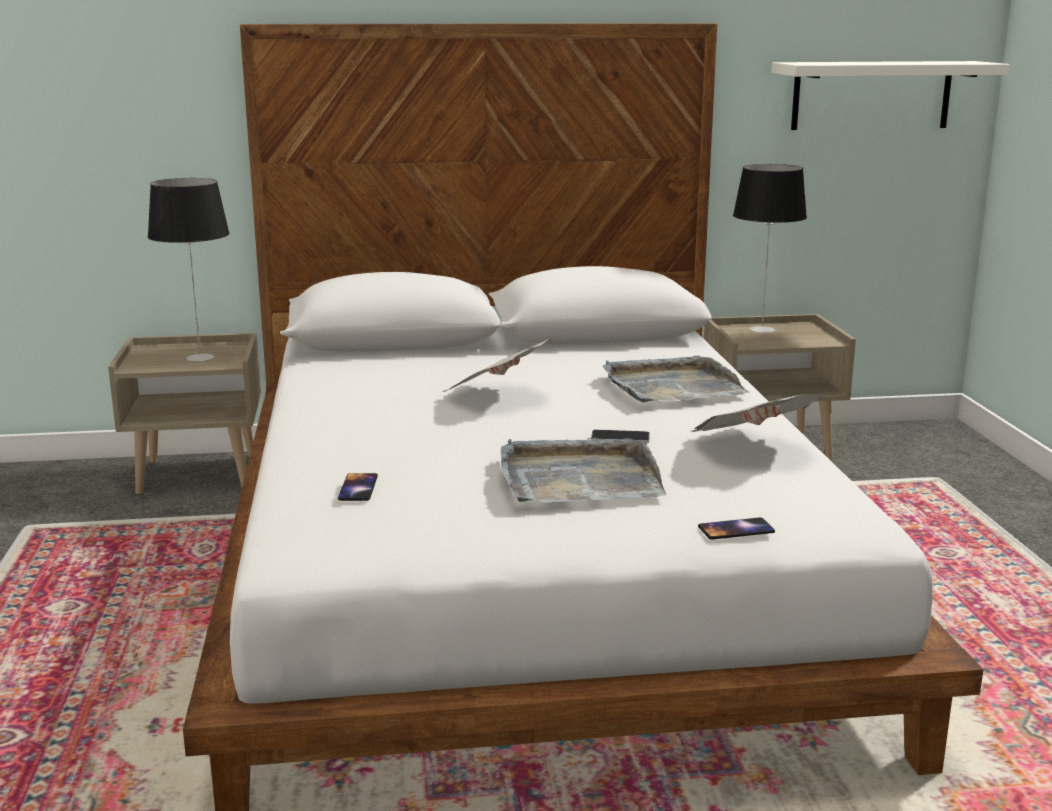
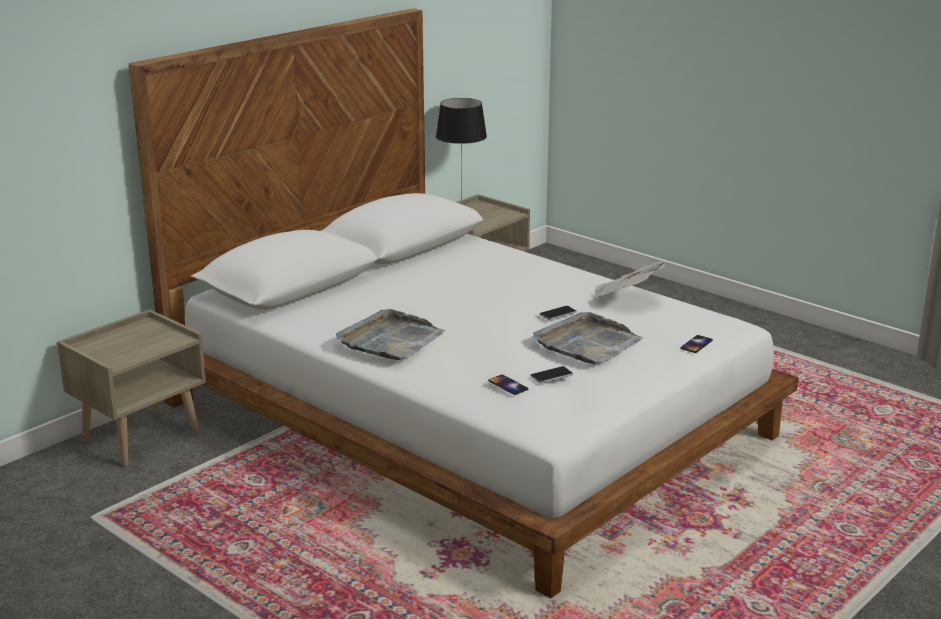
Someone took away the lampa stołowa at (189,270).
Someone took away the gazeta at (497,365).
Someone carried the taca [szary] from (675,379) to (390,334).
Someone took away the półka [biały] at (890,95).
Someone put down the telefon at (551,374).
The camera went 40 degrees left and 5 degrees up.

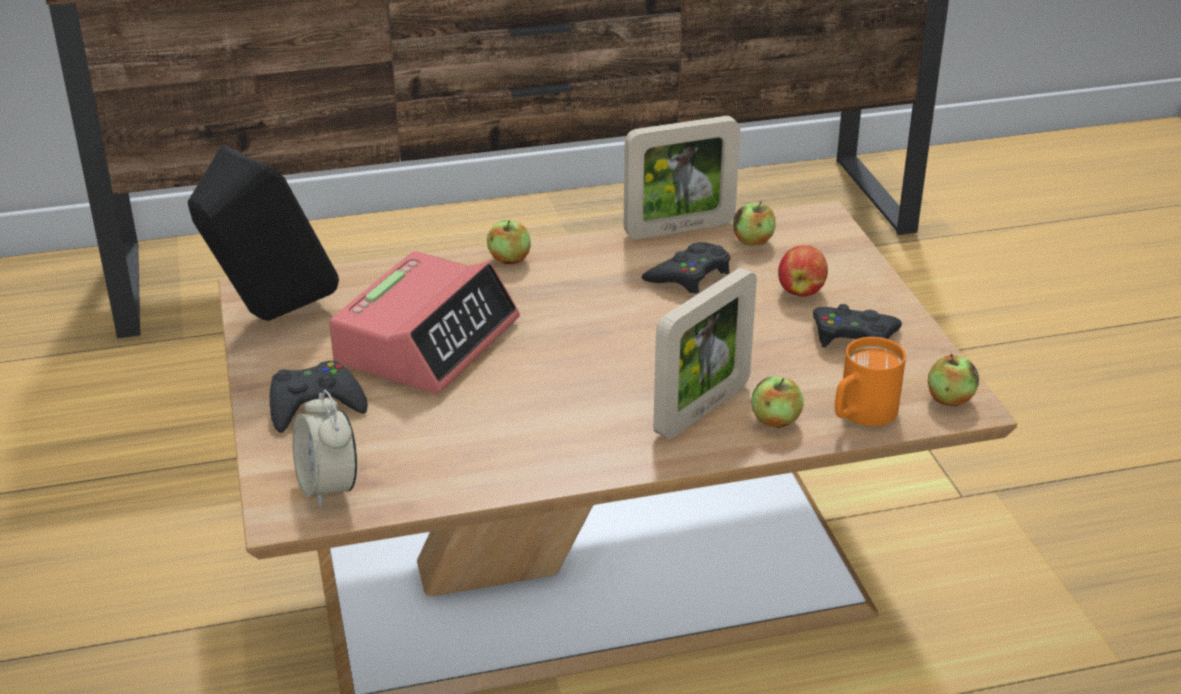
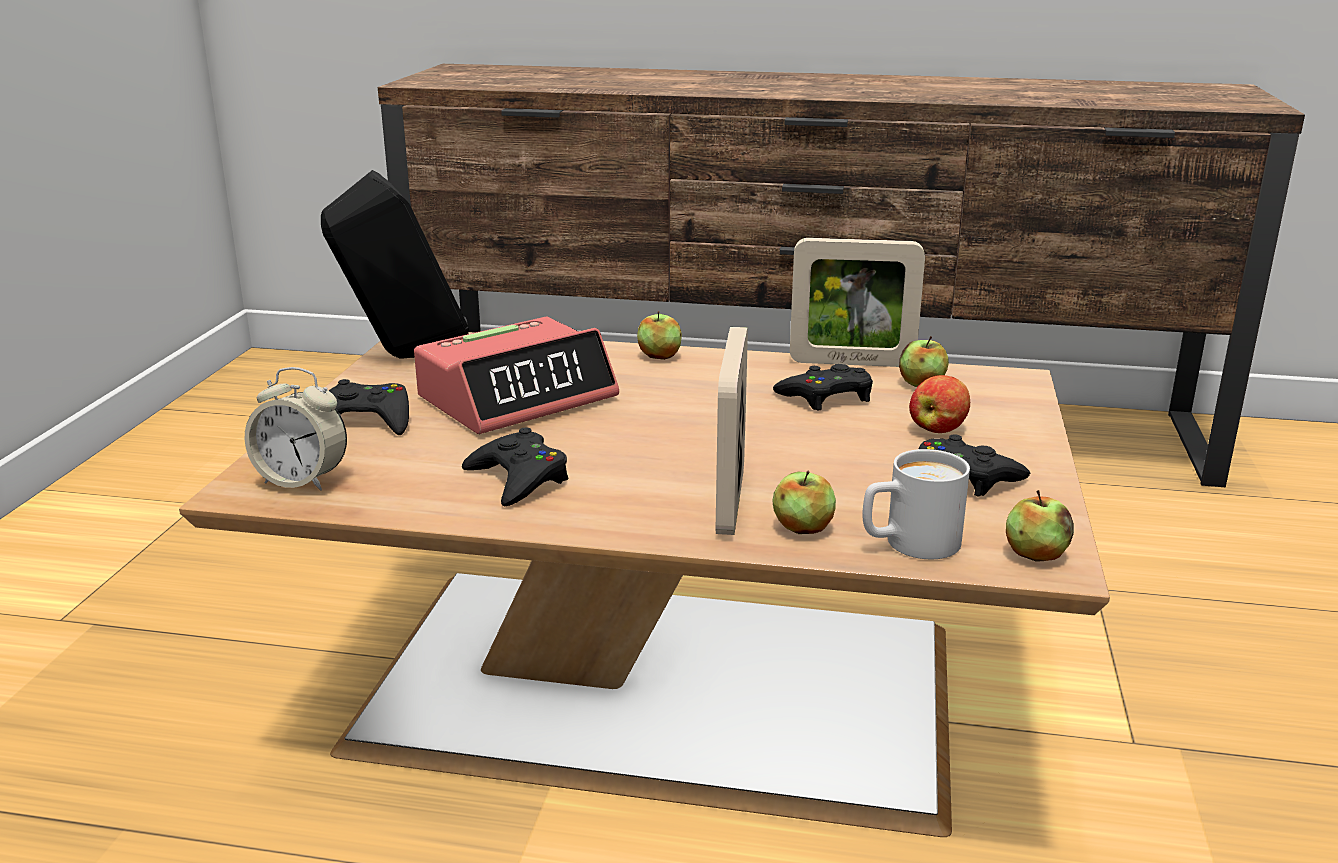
Someone rotated the budzik at (324,449) by 75 degrees counterclockwise.
Someone rotated the ramka na zdjęcie at (705,353) by 120 degrees clockwise.
Someone repainted the kubek [pomarańczowy] at (870,381), which became the kubek [biały] at (916,504).
Someone put down the pad do gier [czarny] at (515,467).
The camera went 25 degrees right and 10 degrees down.

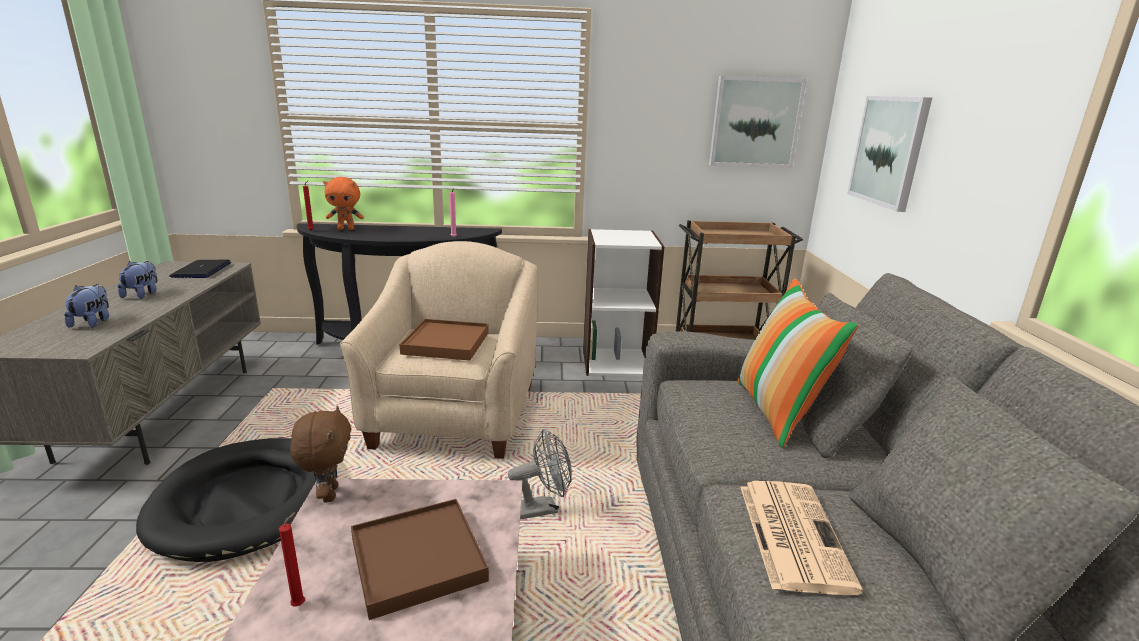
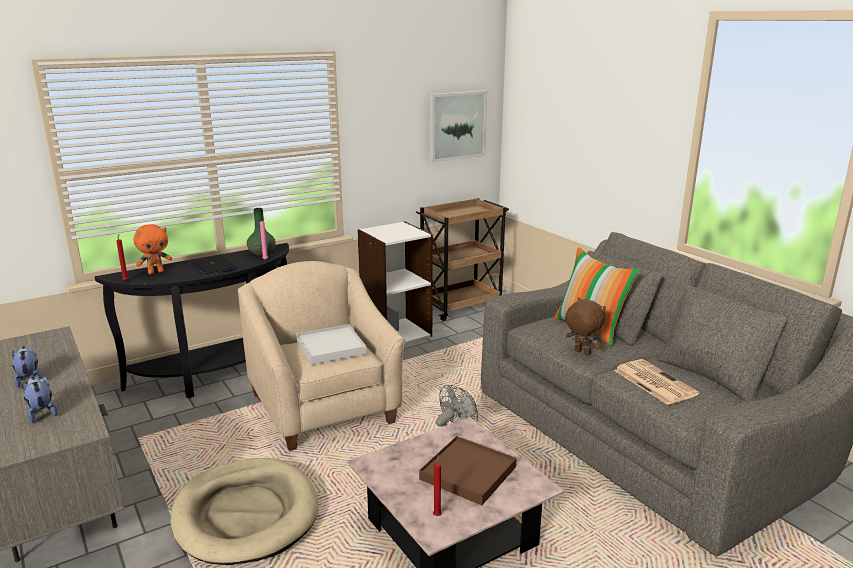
Someone repainted the legowisko [czarny] at (236,500), which became the legowisko [beżowy] at (244,511).
Someone carried the laptop from (200,269) to (212,265).
Someone carried the pluszak [brązowy] from (320,454) to (585,326).
Someone repainted the taca [brązowy] at (444,339), which became the taca [biały] at (331,344).
Someone took away the obraz at (889,154).
Someone put down the wazon [zielony] at (261,231).
The camera went 30 degrees left and 0 degrees up.

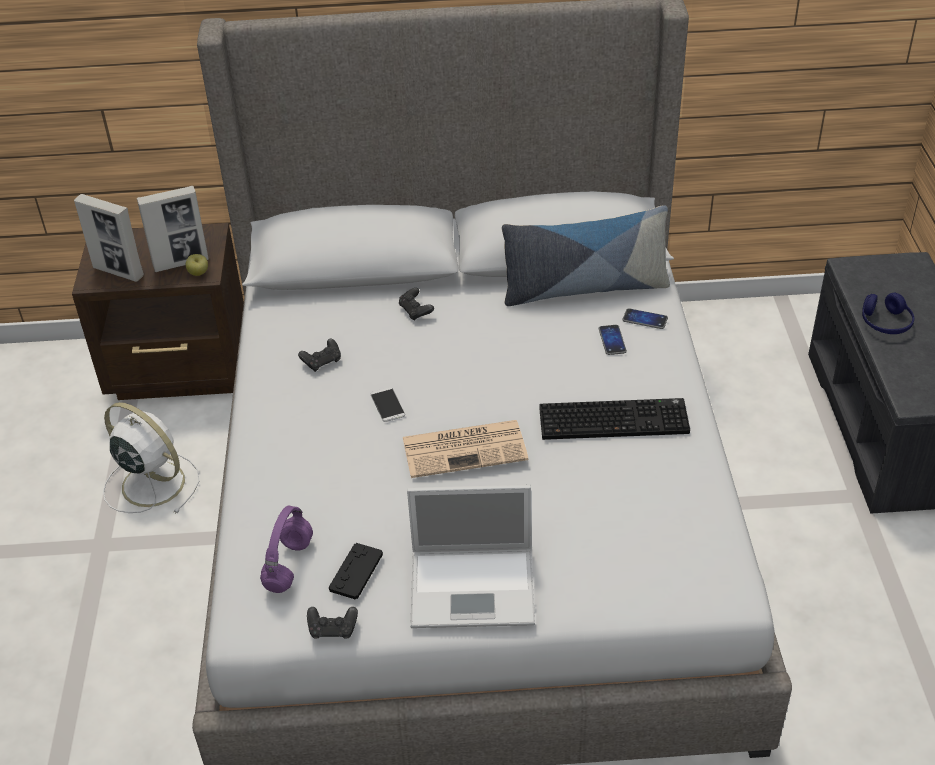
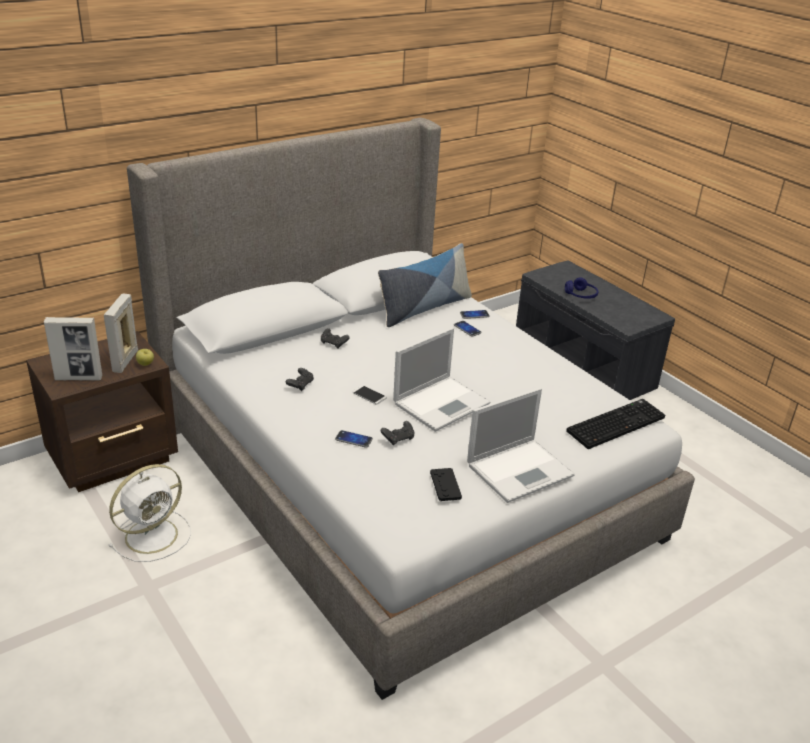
Someone rotated the wentylator [biały] at (151,458) by 135 degrees clockwise.
Someone rotated the ramka na zdjęcie at (173,229) by 150 degrees clockwise.
Someone took away the słuchawki [fioletowy] at (286,549).
Someone carried the pad do gier [czarny] from (332,623) to (397,433).
Someone swapped the gazeta at (465,449) for the laptop at (441,380).
Someone carried the klawiatura from (614,419) to (615,424).
Someone put down the telefon at (354,439).
The camera went 35 degrees left and 10 degrees down.

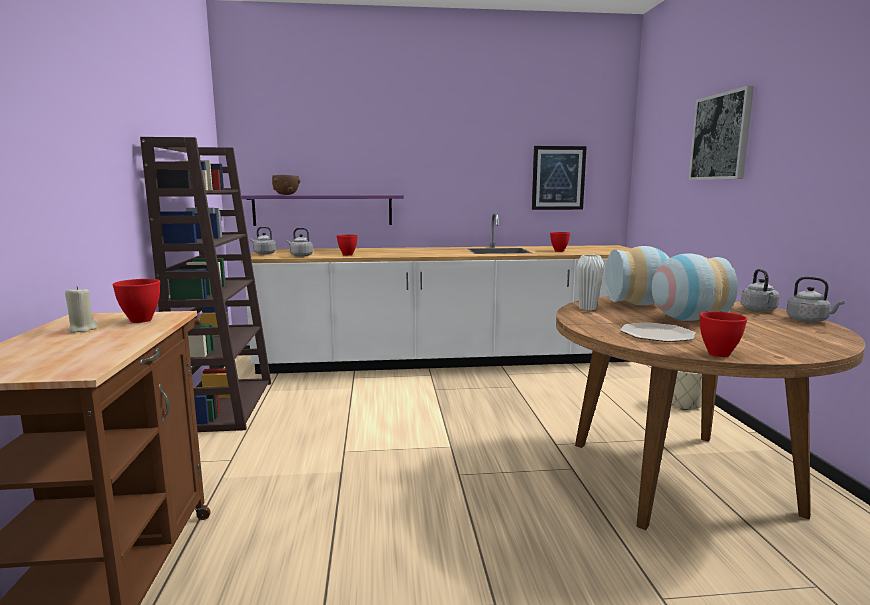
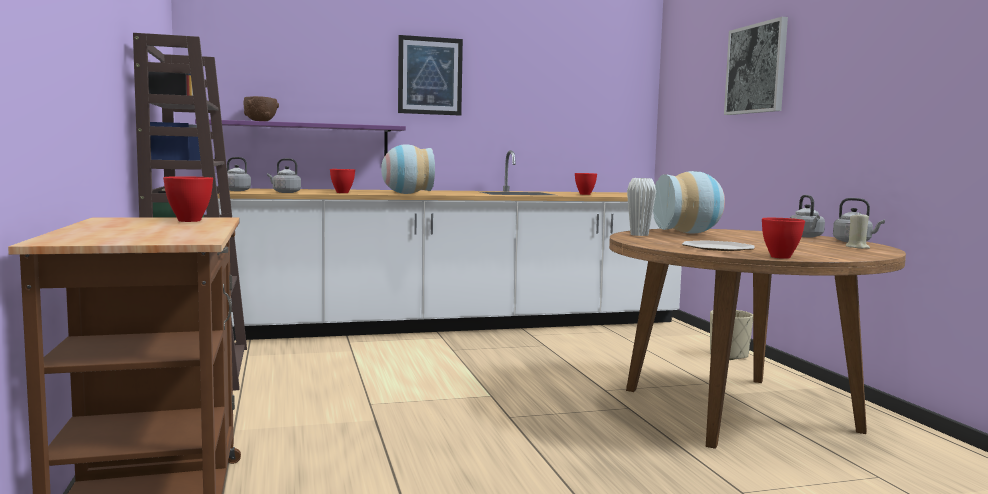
Someone carried the świeca [beżowy] from (81,309) to (858,231).
Someone carried the obraz from (559,178) to (430,75).
Someone carried the wazon from (694,287) to (408,169).
The camera went 10 degrees left and 5 degrees down.

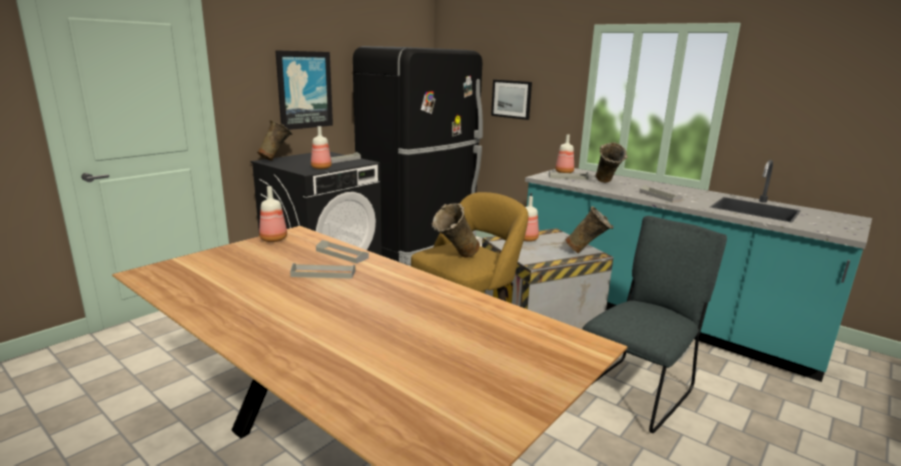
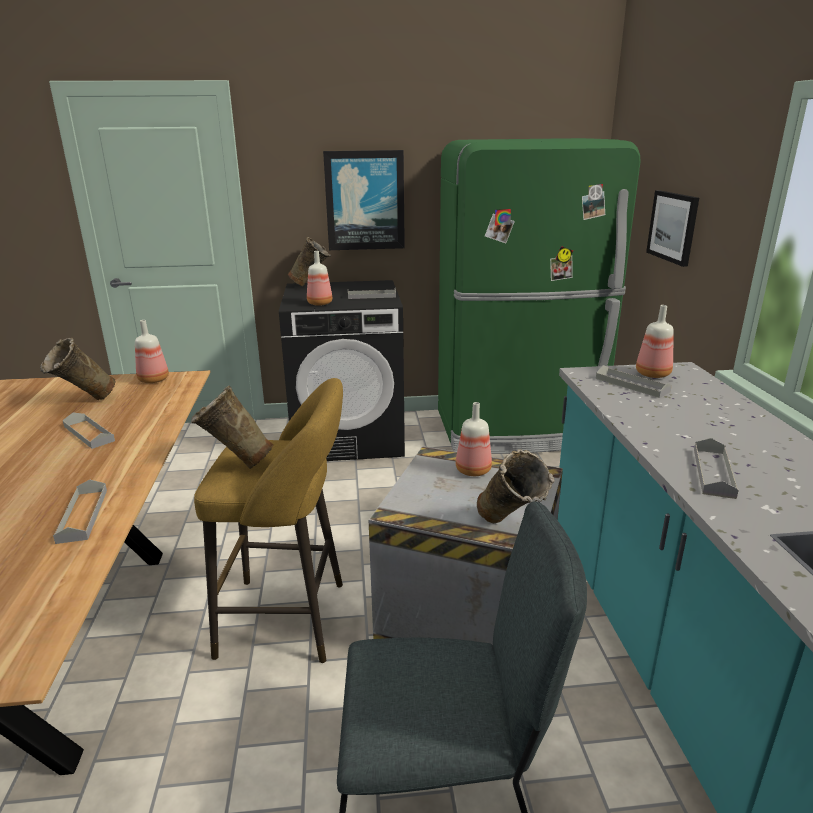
Someone carried the taca [szary] from (342,251) to (80,511).
Someone repainted the lodówka [czarny] at (418,155), which became the lodówka [zielony] at (539,296).
Someone carried the wazon [beżowy] from (612,163) to (78,369).
The camera went 45 degrees right and 5 degrees up.

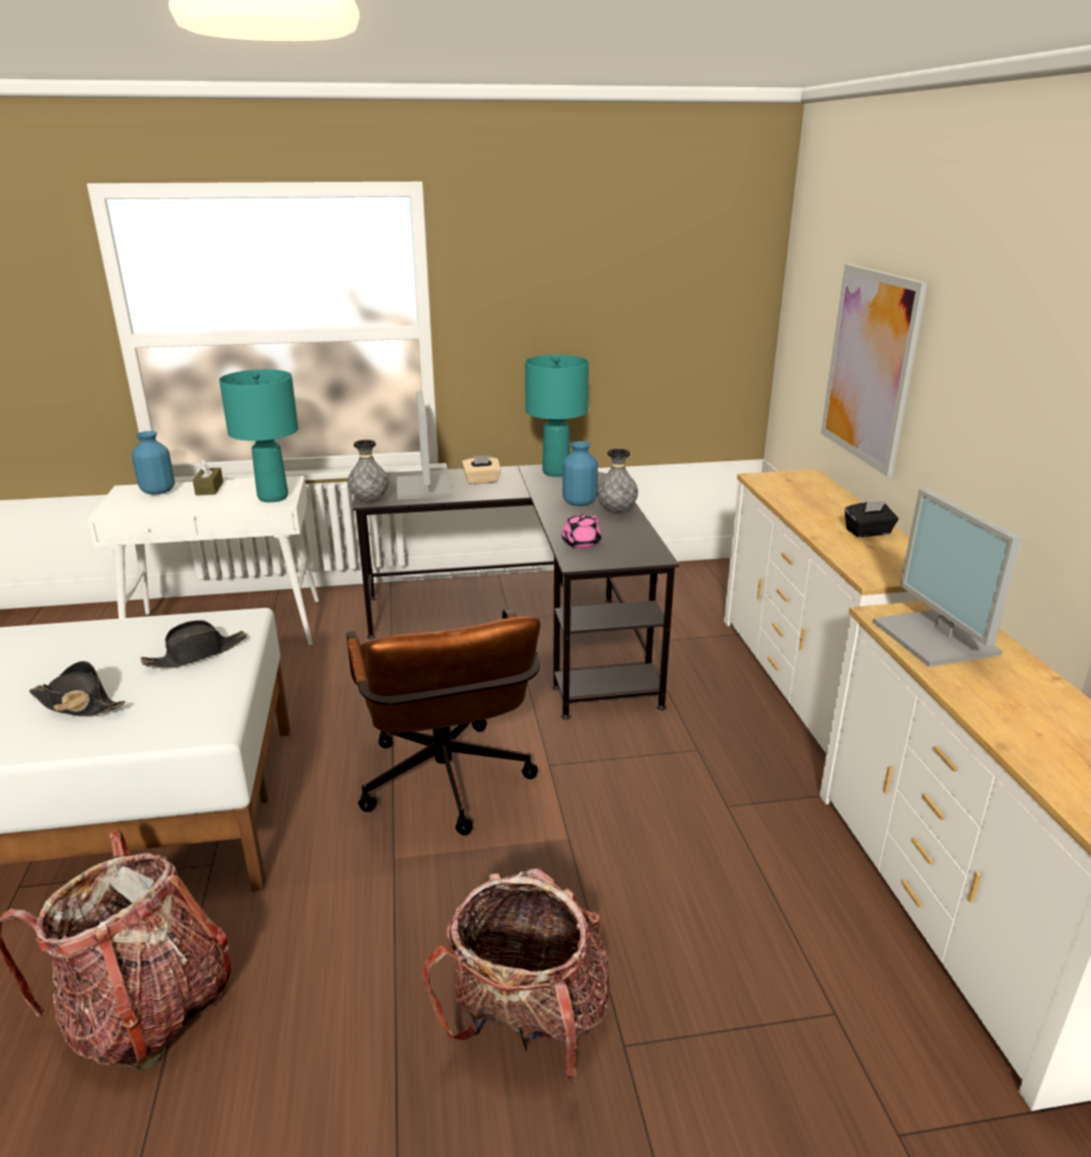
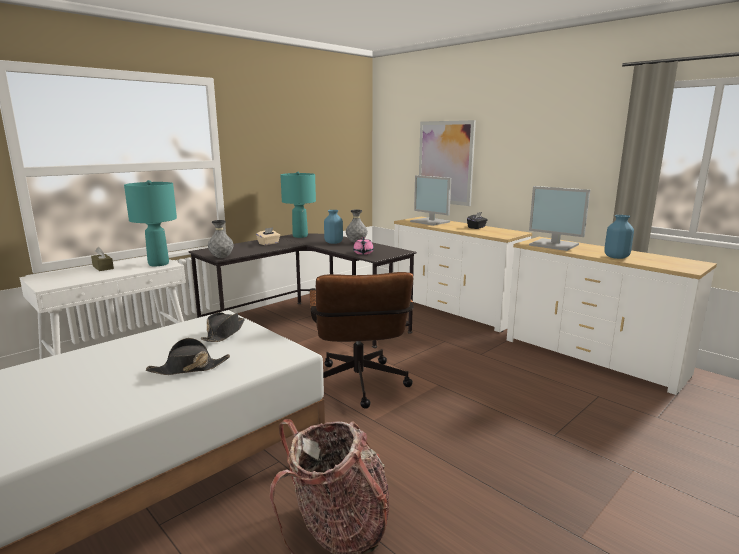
Someone carried the wazon [niebieski] from (153,463) to (619,237).
Someone rotated the krzesło biurowe [brązowy] at (443,722) by 45 degrees clockwise.
Someone carried the monitor from (424,445) to (430,200).
Someone took away the plecak at (516,975).
The camera went 35 degrees left and 10 degrees down.

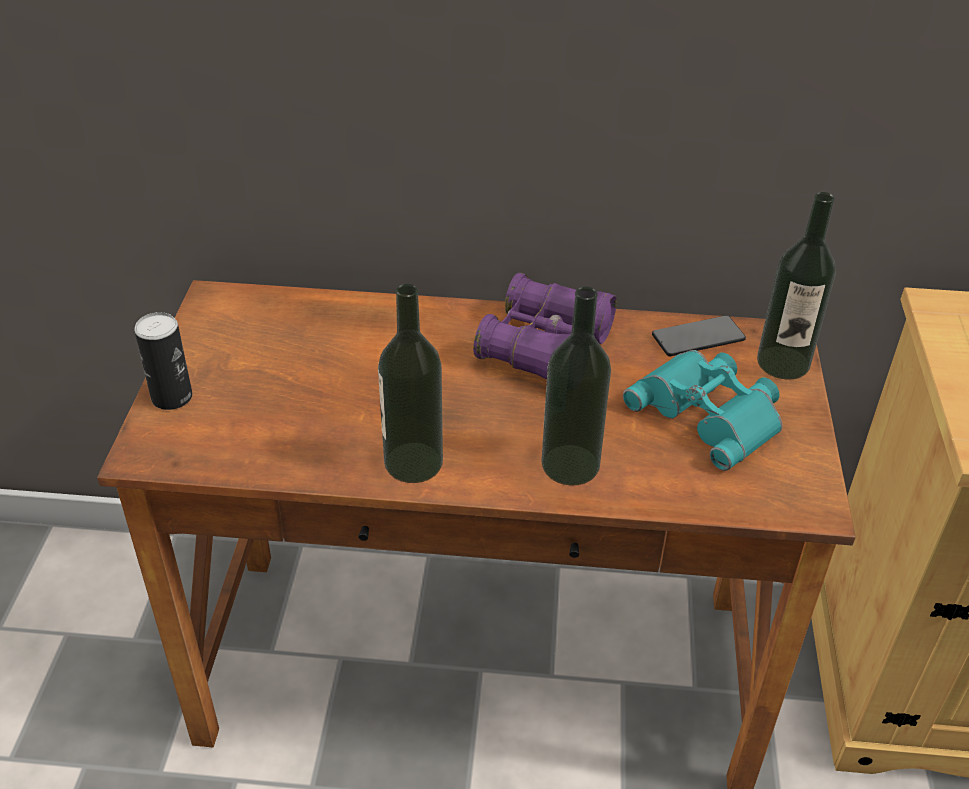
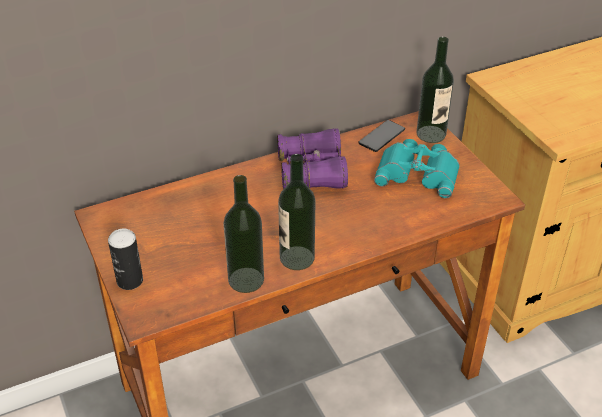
Someone carried the butelka from (576,386) to (243,234).
The camera went 30 degrees left and 0 degrees up.

